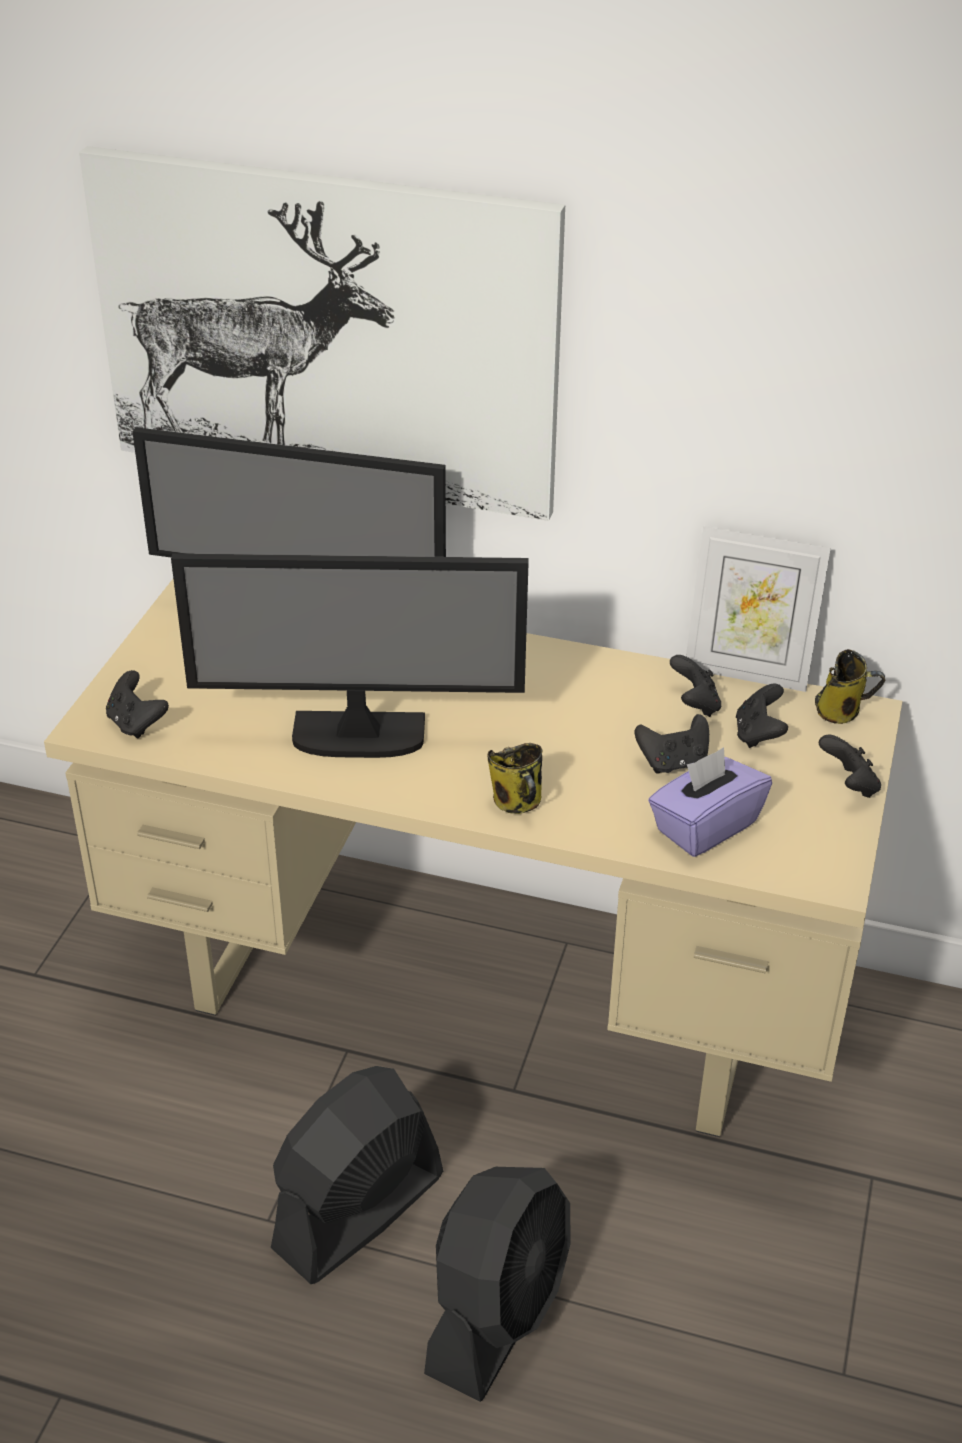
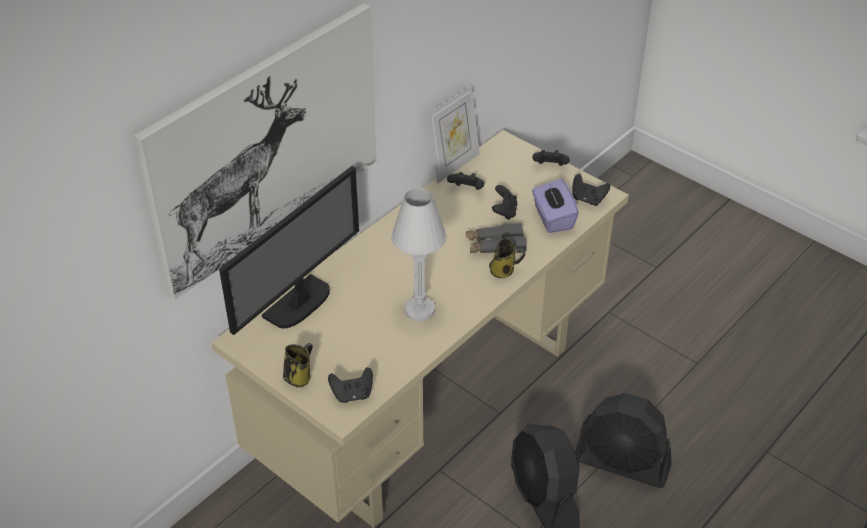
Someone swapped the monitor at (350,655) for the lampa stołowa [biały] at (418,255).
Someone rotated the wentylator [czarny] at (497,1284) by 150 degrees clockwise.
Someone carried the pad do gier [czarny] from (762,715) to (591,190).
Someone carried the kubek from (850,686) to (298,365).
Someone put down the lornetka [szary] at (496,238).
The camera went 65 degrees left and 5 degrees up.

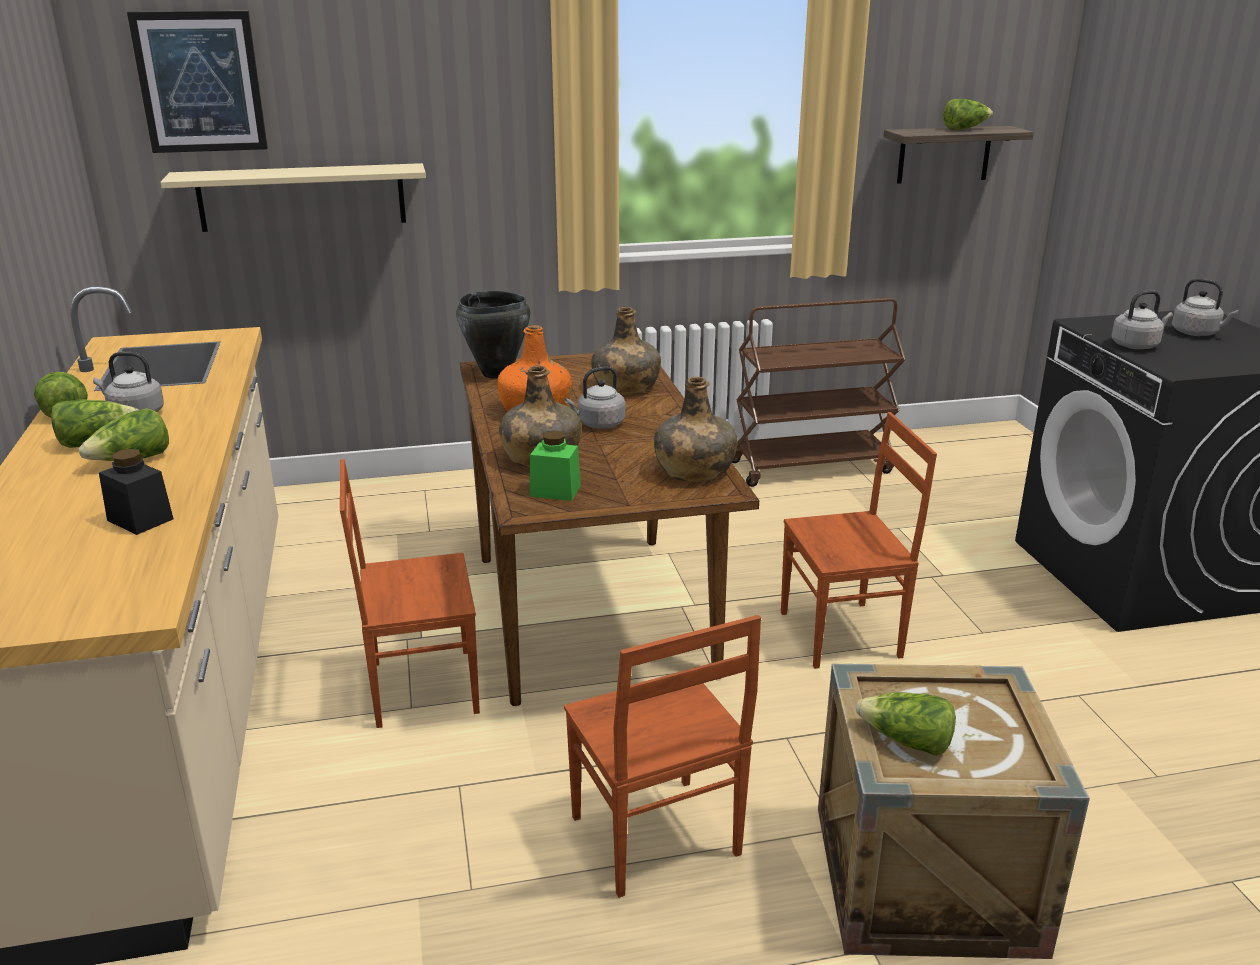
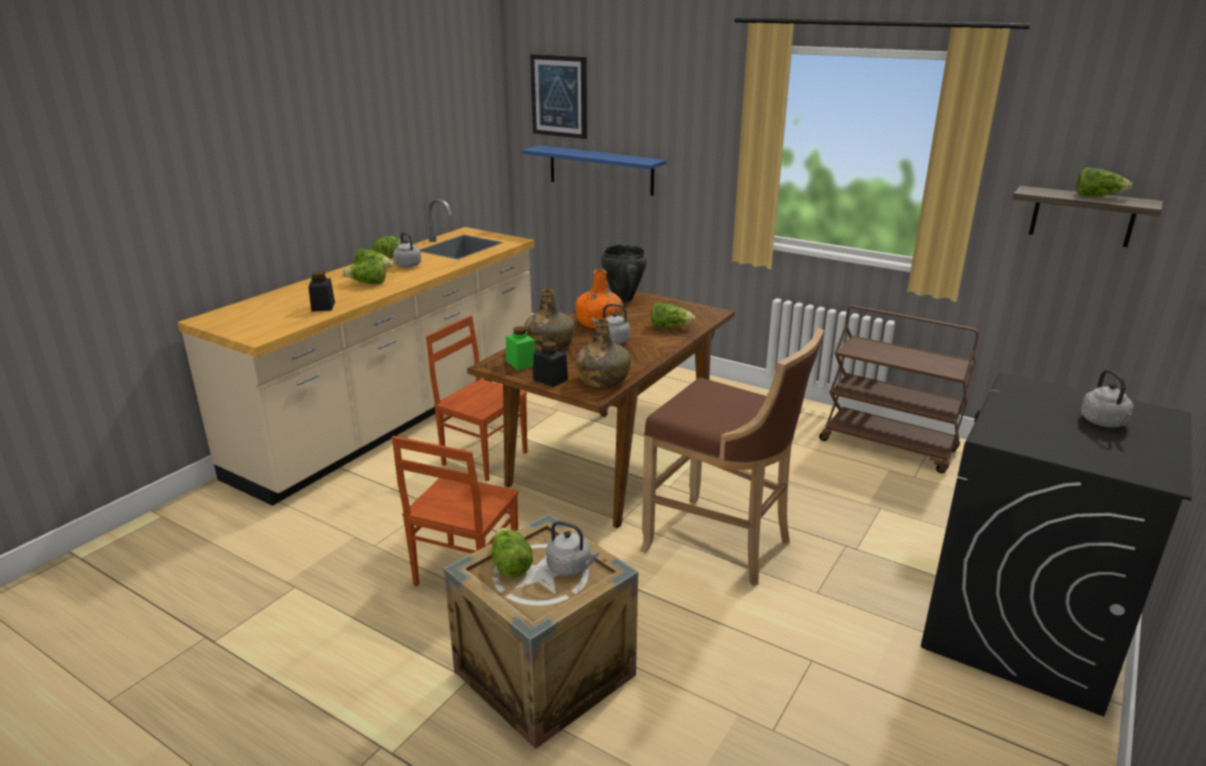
Someone repainted the półka [beżowy] at (293,197), which became the półka [niebieski] at (594,170).
Someone swapped the butelka [zielony] at (626,351) for the sałata at (673,315).
Someone swapped the krzesło [brązowy] at (859,540) for the stołek [brązowy] at (732,457).
Someone carried the czajnik [szary] from (1142,319) to (572,548).
Someone put down the słoik [czarny] at (550,364).
The camera went 45 degrees right and 0 degrees up.

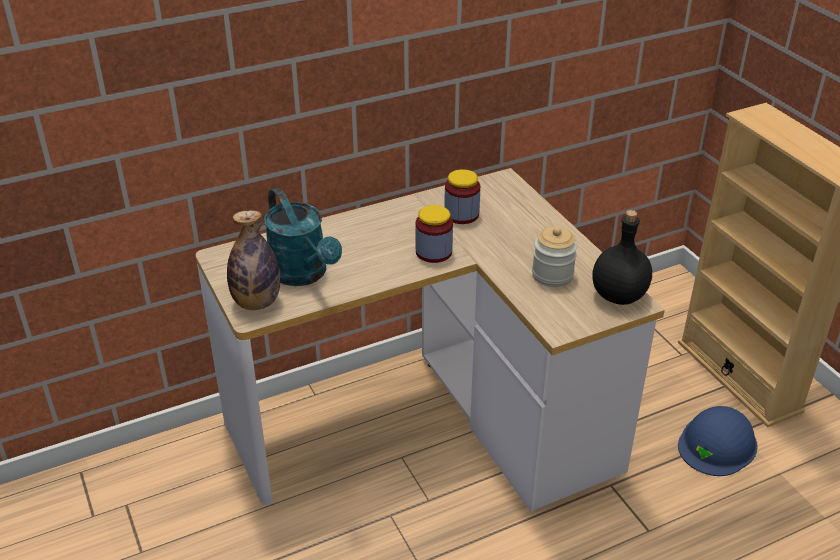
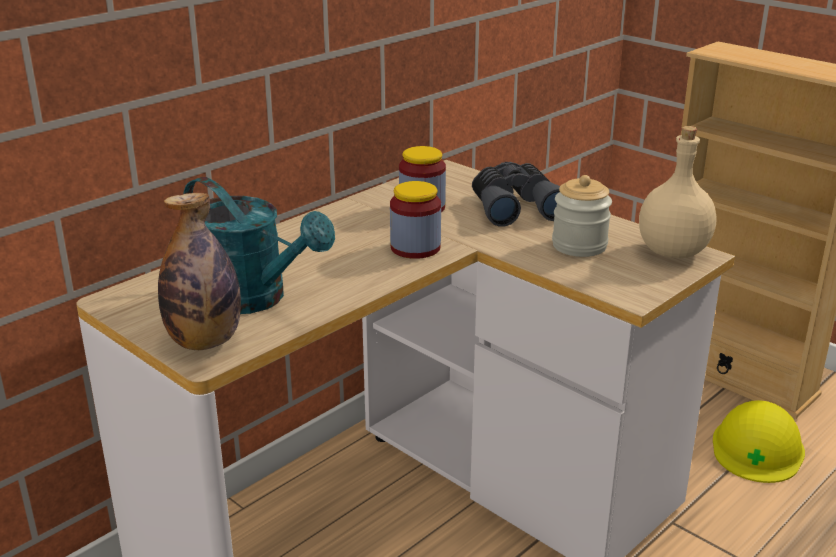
Someone repainted the butelka [czarny] at (622,257), which became the butelka [beżowy] at (677,192).
Someone repainted the kask [niebieski] at (718,441), which became the kask [żółty] at (759,441).
Someone put down the lornetka [szary] at (516,194).
The camera went 20 degrees left and 10 degrees down.

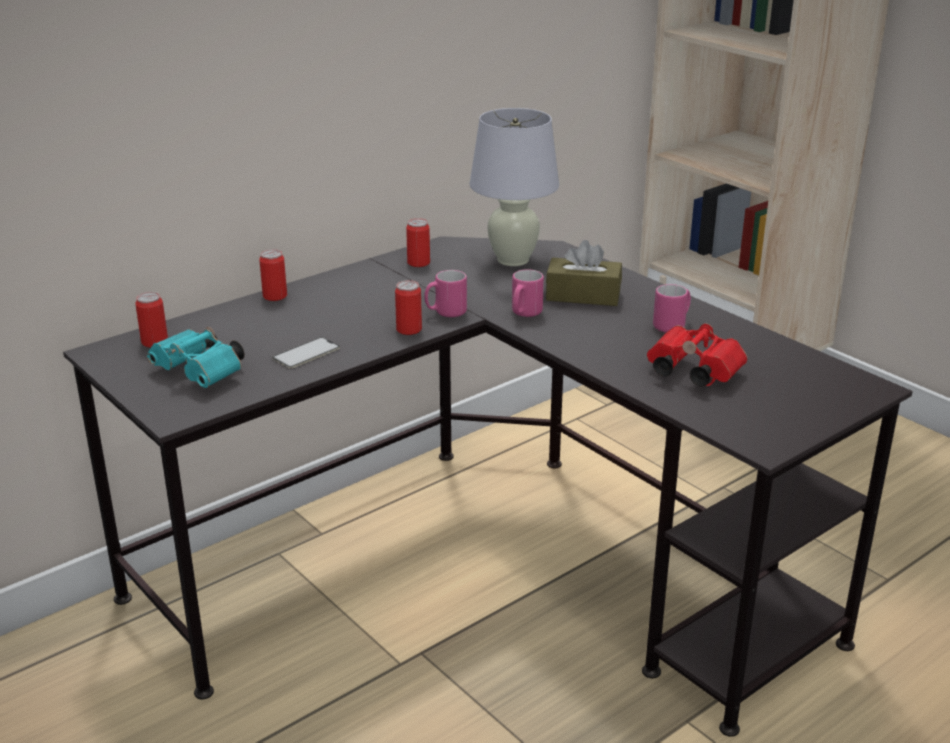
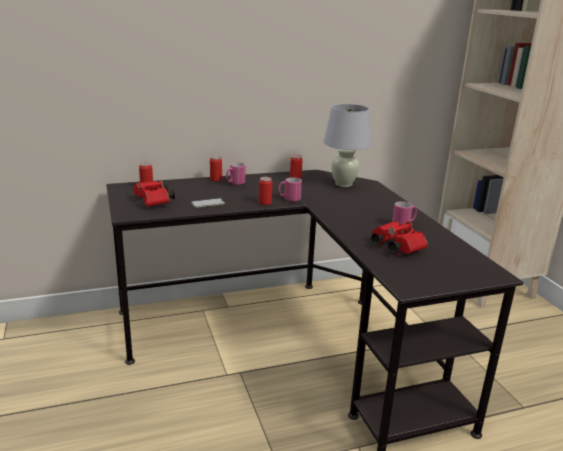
Someone repainted the lornetka [turkusowy] at (195,357), which became the lornetka [czerwony] at (154,193).
Someone carried the kubek [różowy] from (528,293) to (235,173).
Someone took away the pudełko chusteczek [brązowy] at (584,273).
The camera went 20 degrees right and 5 degrees down.

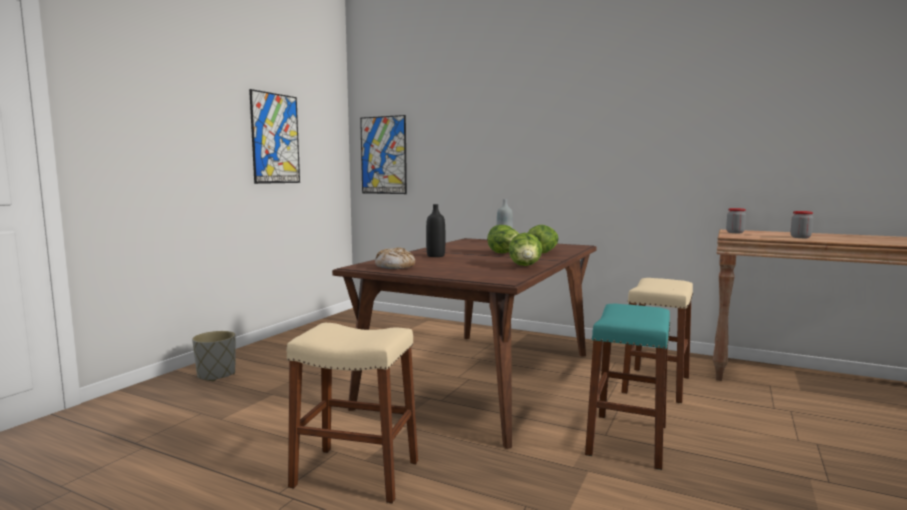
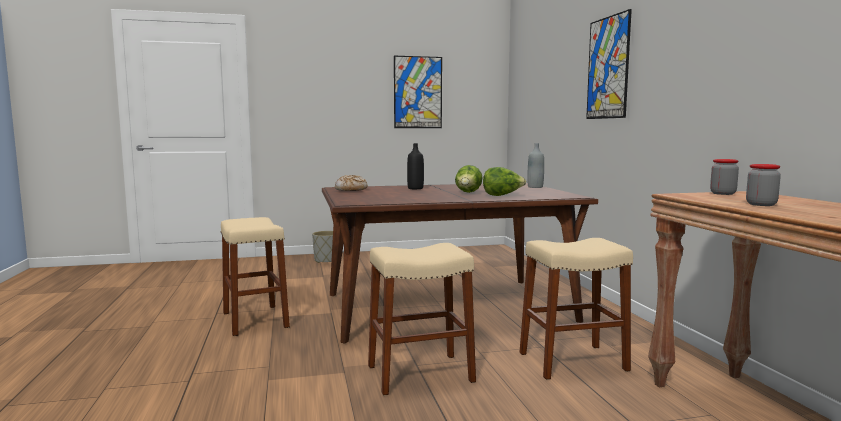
Someone carried the obraz from (383,154) to (609,64).
Someone took away the sałata at (525,249).
Someone repainted the stołek [turkusowy] at (627,387), which became the stołek [beżowy] at (422,319).
The camera went 50 degrees right and 0 degrees up.

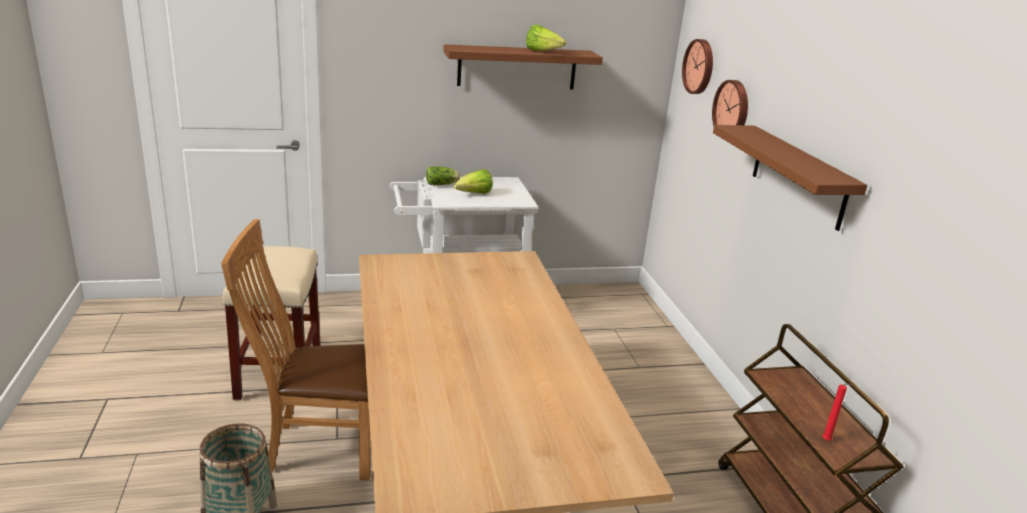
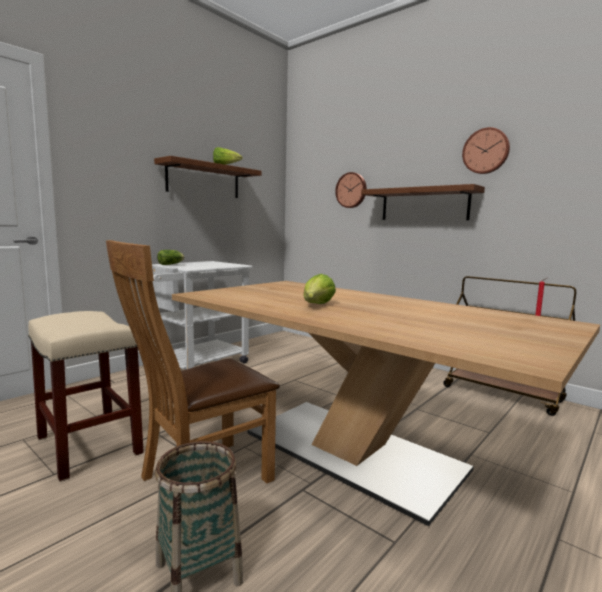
Someone carried the sałata from (473,181) to (319,289).
Someone carried the zegar ścienny from (697,66) to (486,150).
The camera went 35 degrees left and 15 degrees down.

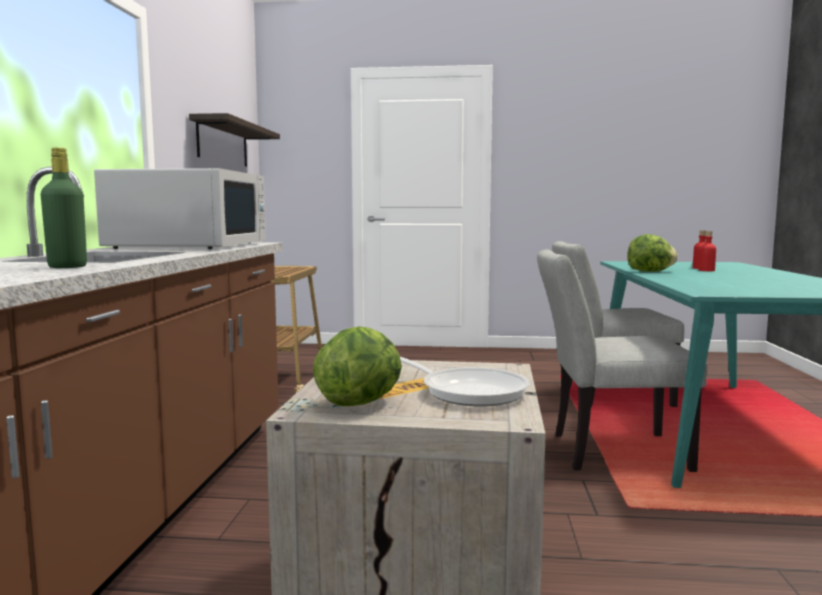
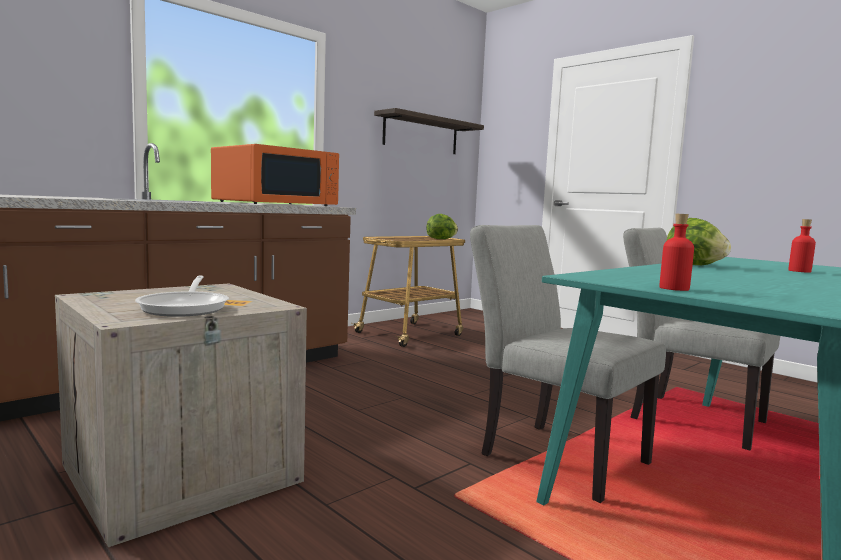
Someone took away the butelka [zielony] at (63,208).
Someone repainted the mikrofalówka [biały] at (180,208), which became the mikrofalówka [pomarańczowy] at (275,175).
Someone carried the sałata from (357,366) to (442,226).
Someone carried the butelka [czerwony] from (707,251) to (676,252).
The camera went 40 degrees right and 0 degrees up.

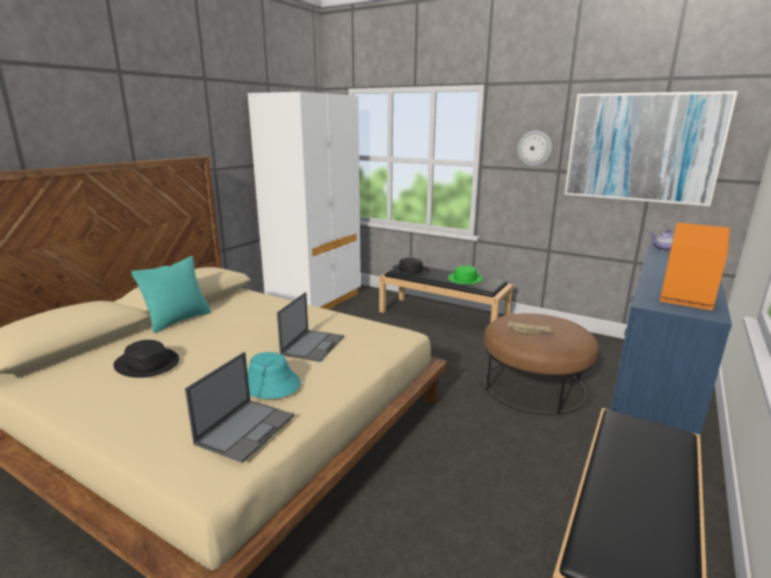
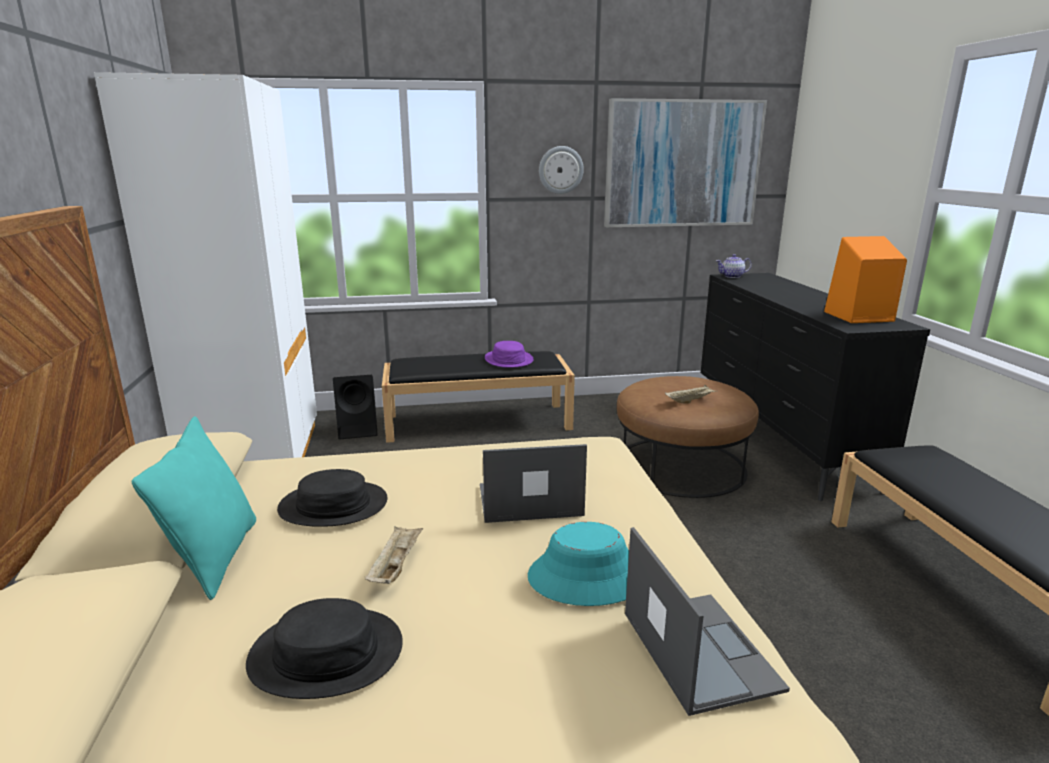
Someone rotated the laptop at (310,327) by 75 degrees counterclockwise.
Someone carried the kapelusz [czarny] from (411,266) to (332,498).
Someone repainted the kapelusz [zielony] at (465,275), which became the kapelusz [fioletowy] at (509,354).
Someone repainted the komoda [niebieski] at (671,340), which became the komoda [czarny] at (815,387).
Someone put down the głośnik [czarny] at (355,407).
Someone put down the taca [beżowy] at (394,555).
The camera went 40 degrees left and 0 degrees up.

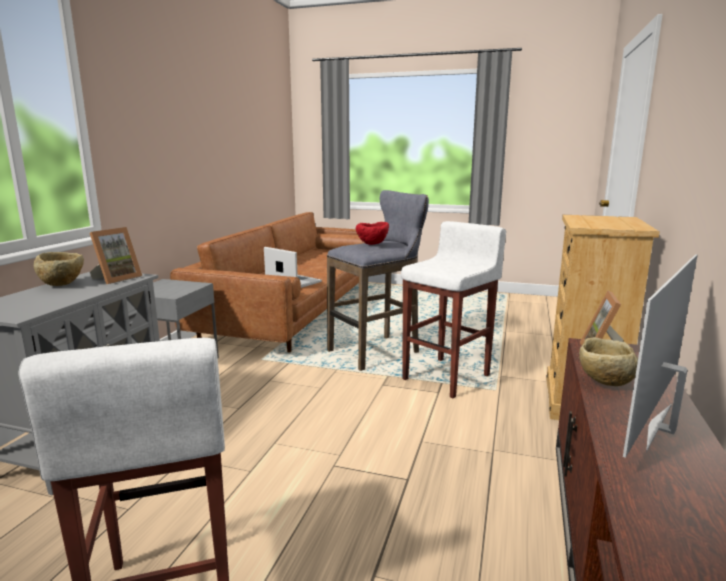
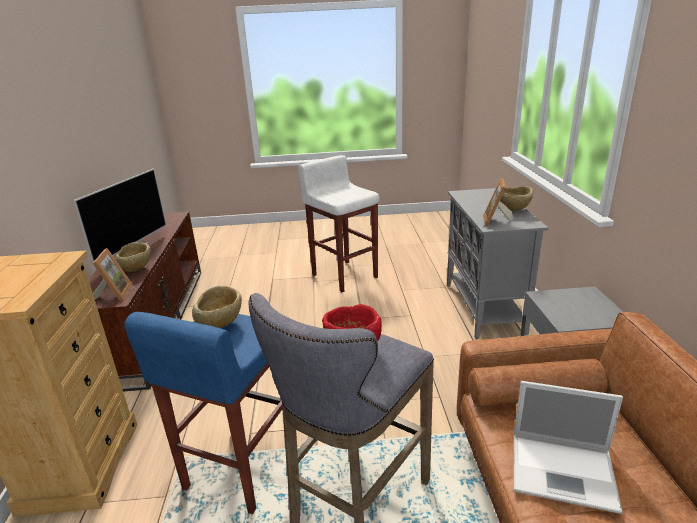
Someone repainted the stołek [biały] at (453,309), which became the stołek [niebieski] at (203,413).
Someone put down the miska [beżowy] at (217,307).
The camera went 160 degrees right and 10 degrees up.

